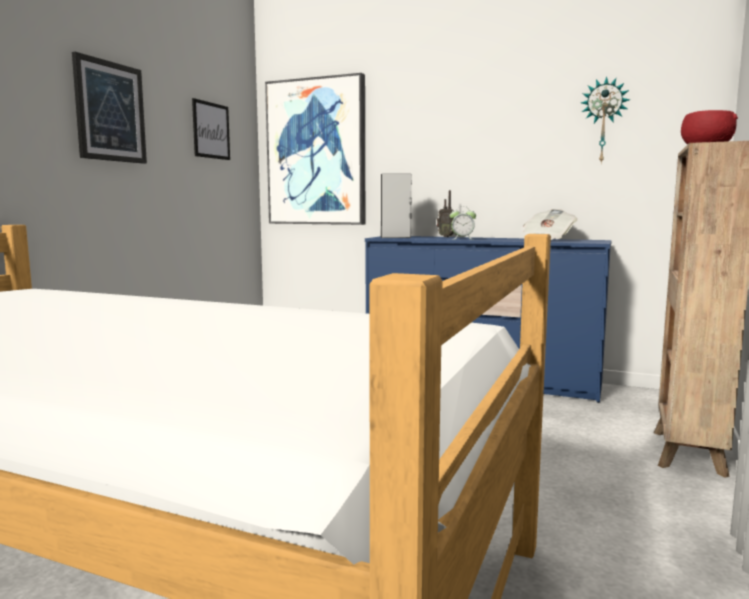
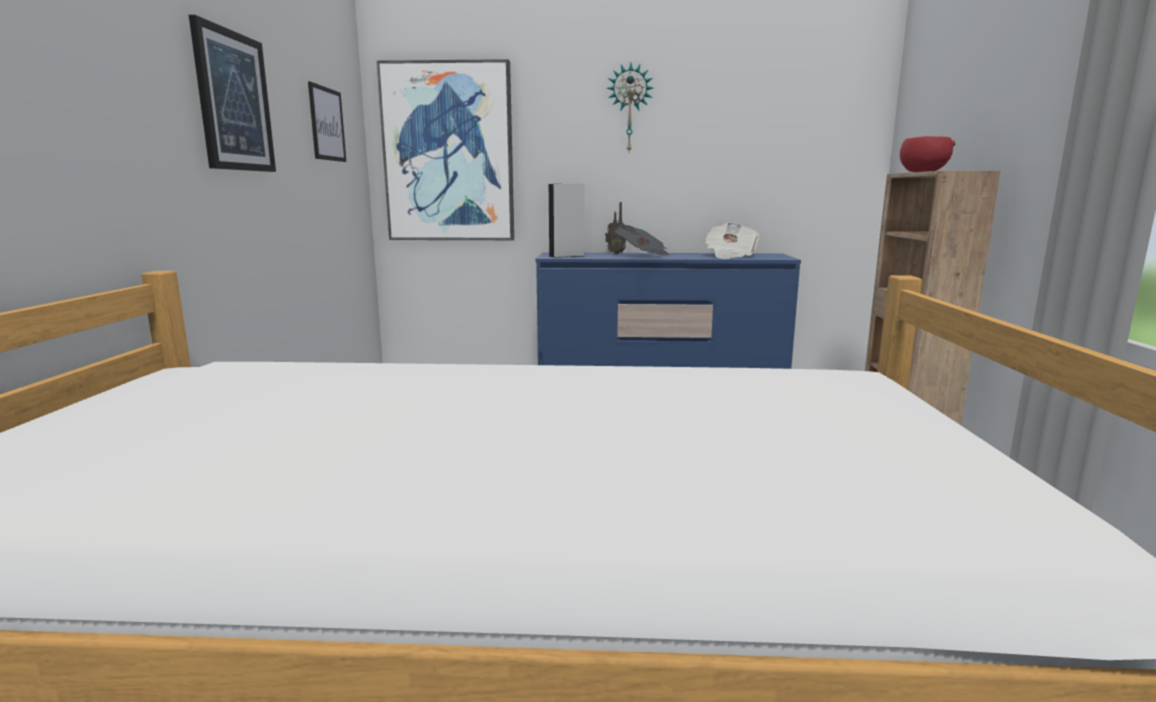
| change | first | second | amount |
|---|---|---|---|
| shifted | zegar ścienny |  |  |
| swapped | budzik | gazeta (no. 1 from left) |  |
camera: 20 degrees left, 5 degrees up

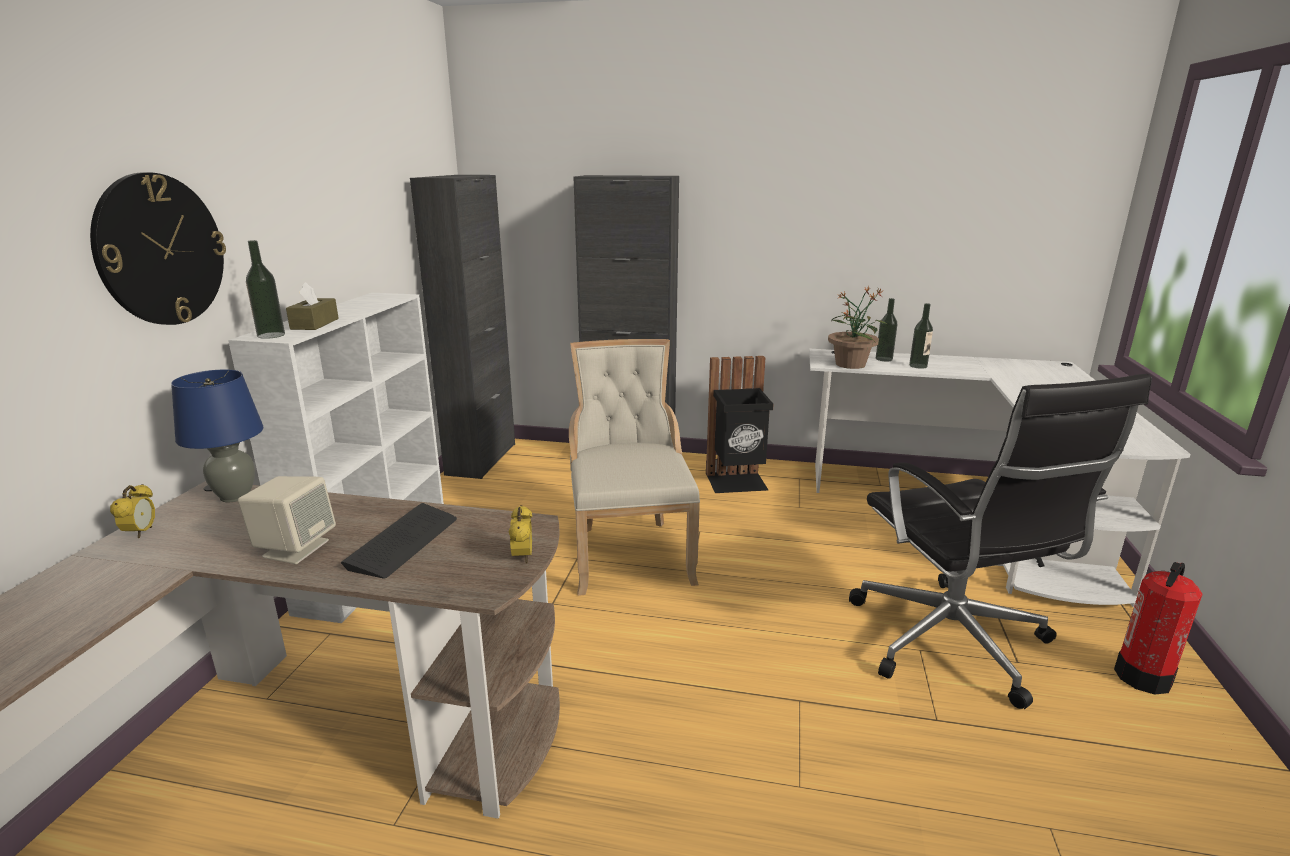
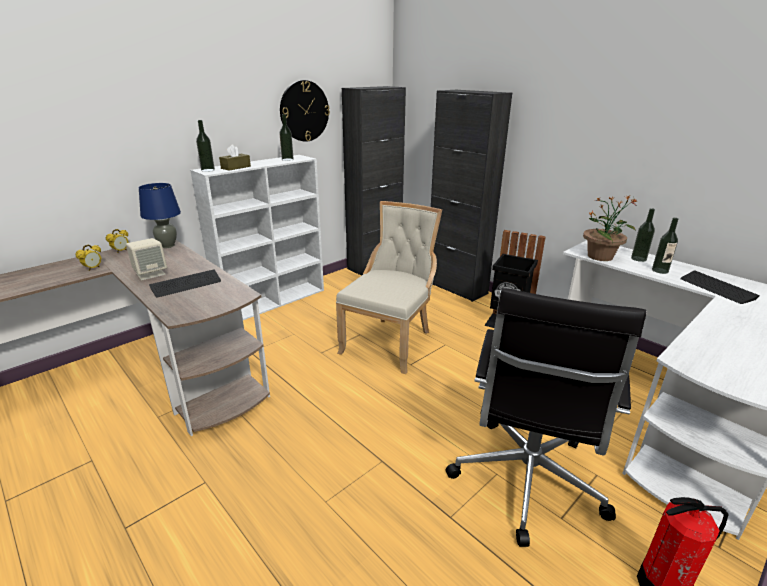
| change | first | second | amount |
|---|---|---|---|
| new |  | butelka (no. 2 from left) |  |
| new |  | klawiatura (no. 2 from left) |  |
| shifted | zegar ścienny |  |  |
| shifted | budzik (no. 2 from left in the first image) | budzik (no. 1 from left) |  |
camera: 35 degrees right, 5 degrees up

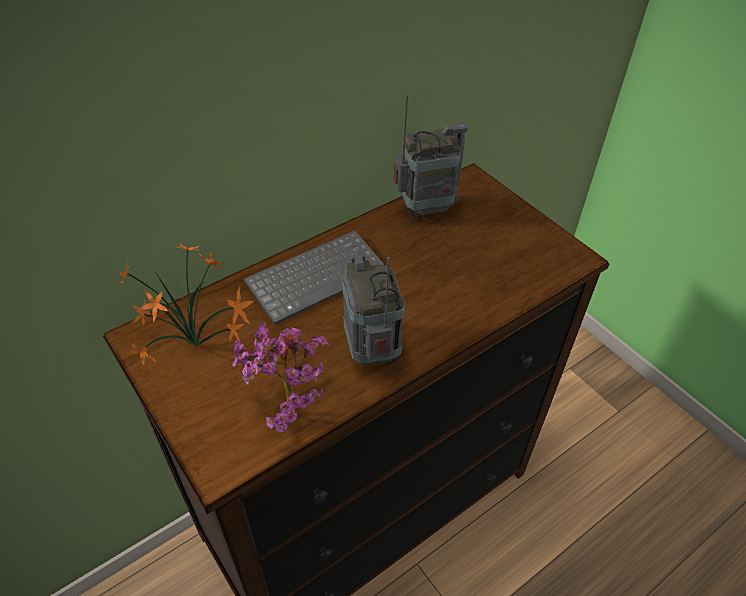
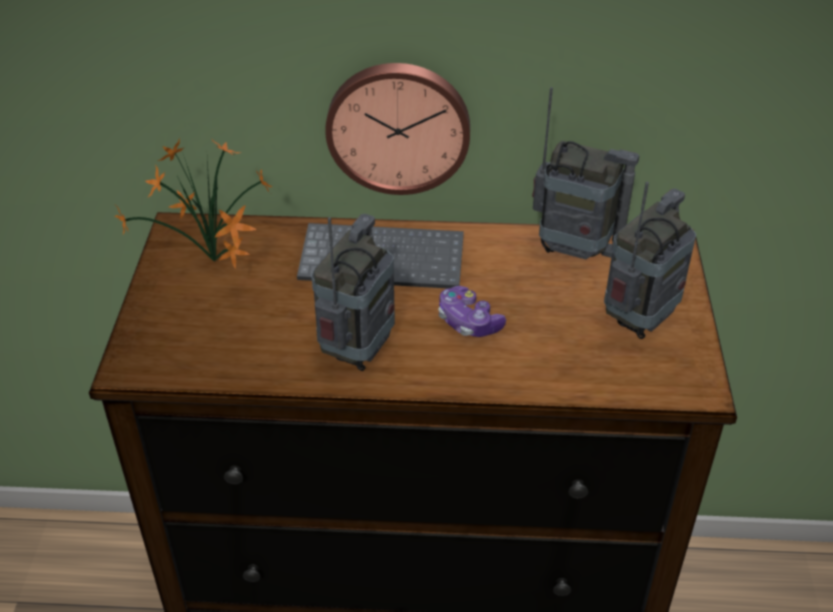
| change | first | second | amount |
|---|---|---|---|
| gone | roślina doniczkowa (no. 2 from left) |  |  |
| new |  | zegar ścienny |  |
| new |  | pad do gier |  |
| new |  | radio (no. 3 from left) |  |
camera: 40 degrees right, 5 degrees down

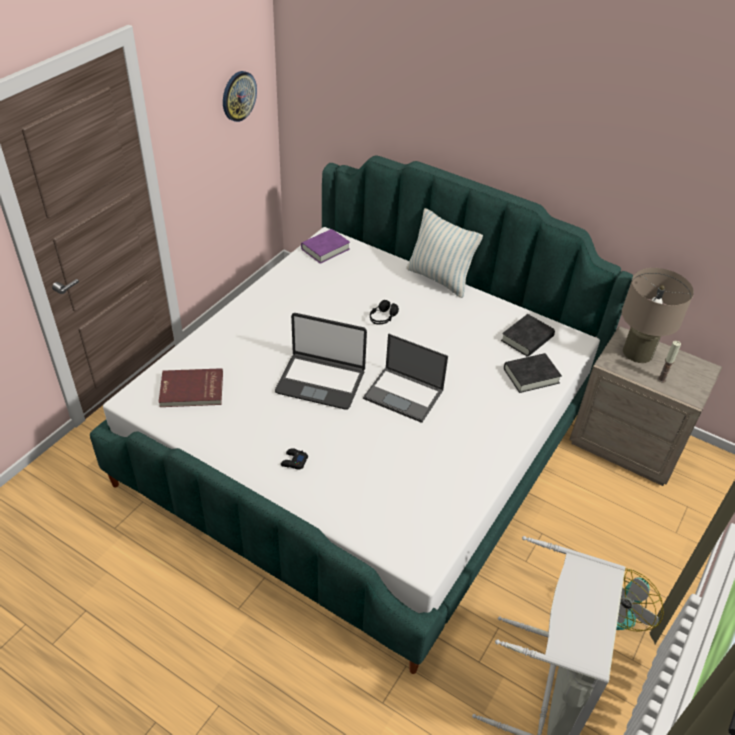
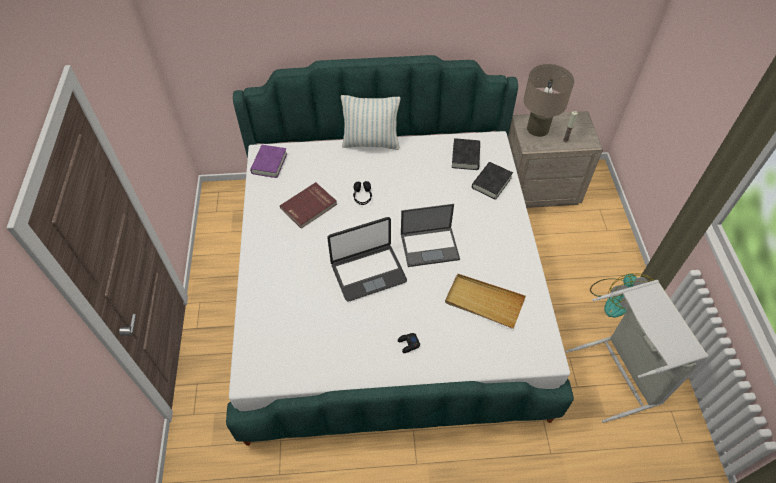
| change | first | second | amount |
|---|---|---|---|
| gone | zegar ścienny |  |  |
| new |  | taca/beżowy |  |
| shifted | książka/czerwony |  |  |
camera: 35 degrees left, 10 degrees up

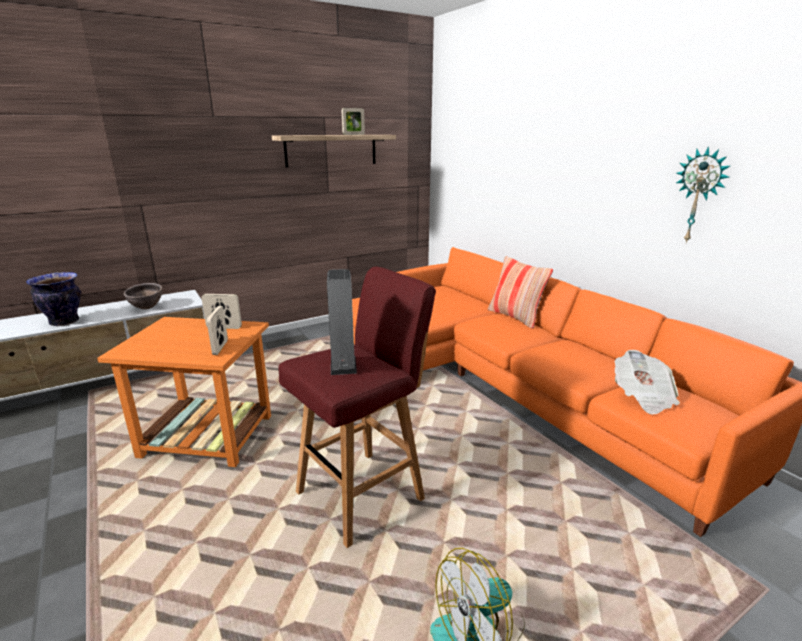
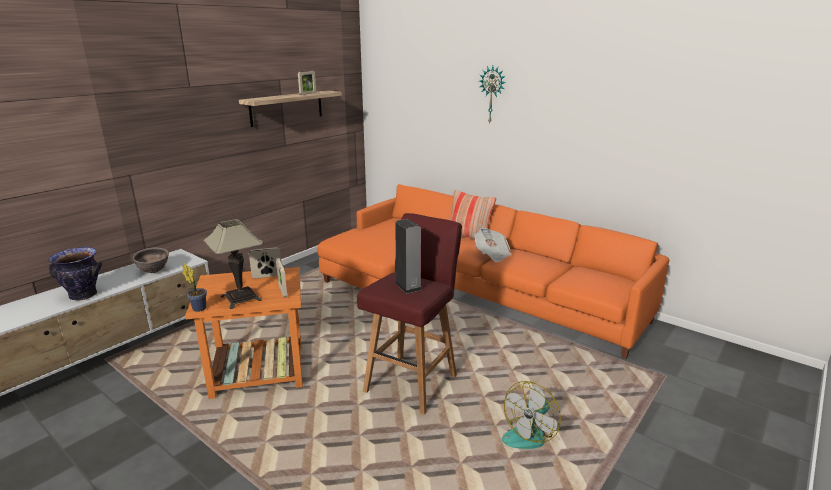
| change | first | second | amount |
|---|---|---|---|
| new |  | roślina doniczkowa |  |
| new |  | lampa stołowa |  |
| shifted | gazeta |  |  |
| shifted | zegar ścienny |  |  |
camera: 20 degrees left, 0 degrees up

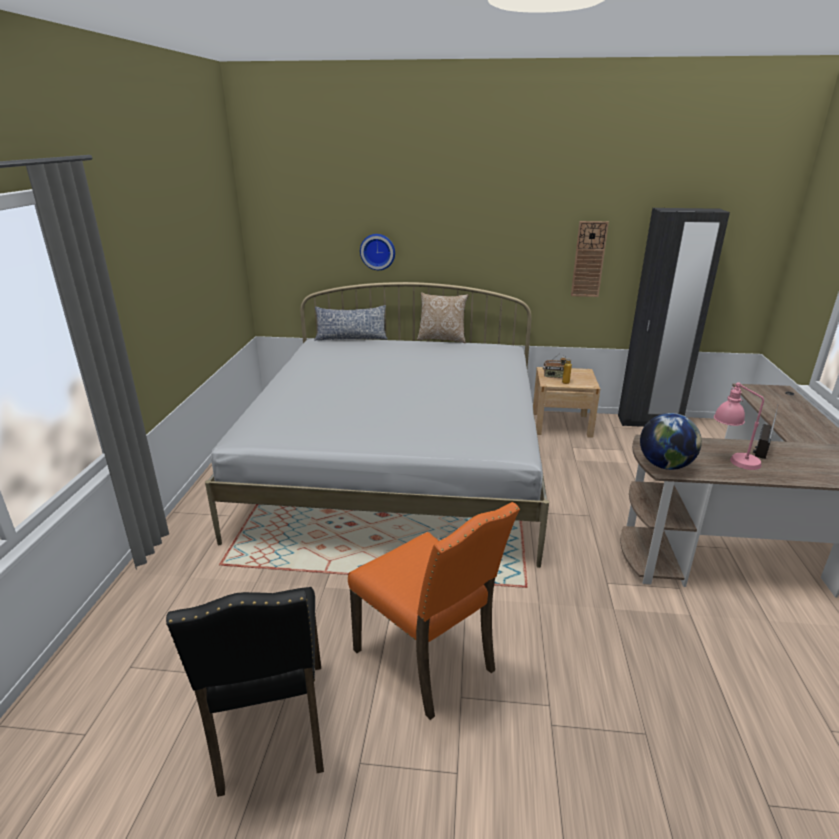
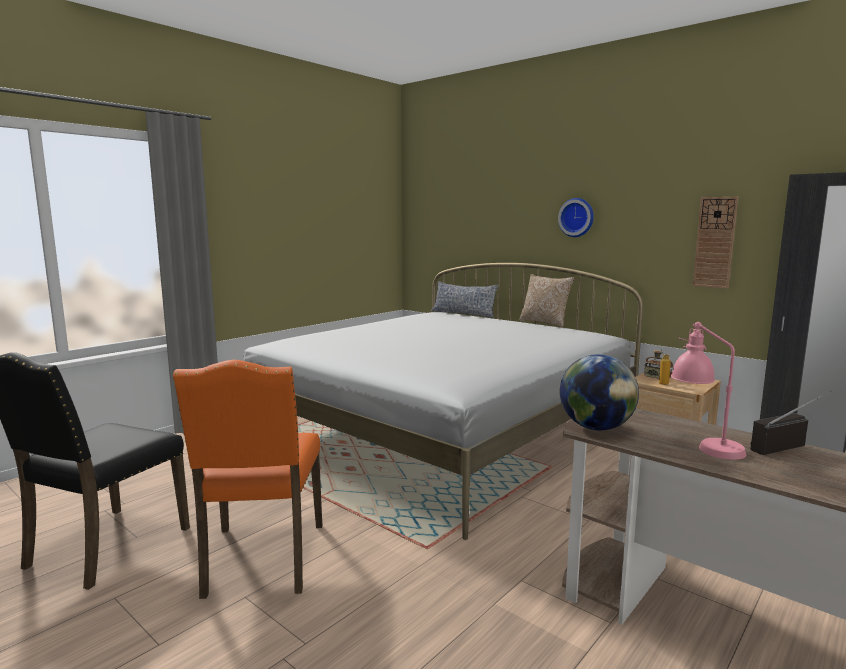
| change | first | second | amount |
|---|---|---|---|
| shifted | zegar ścienny (no. 1 from left) |  |  |
camera: 35 degrees right, 15 degrees down

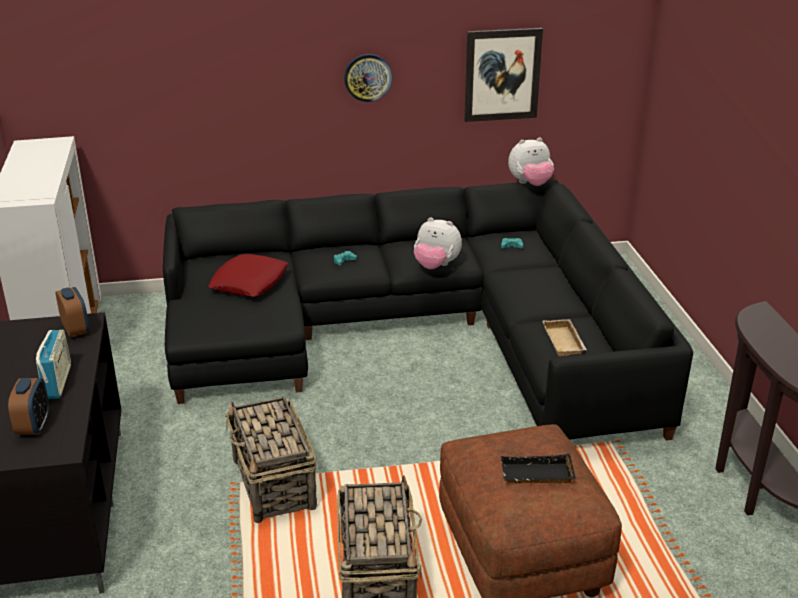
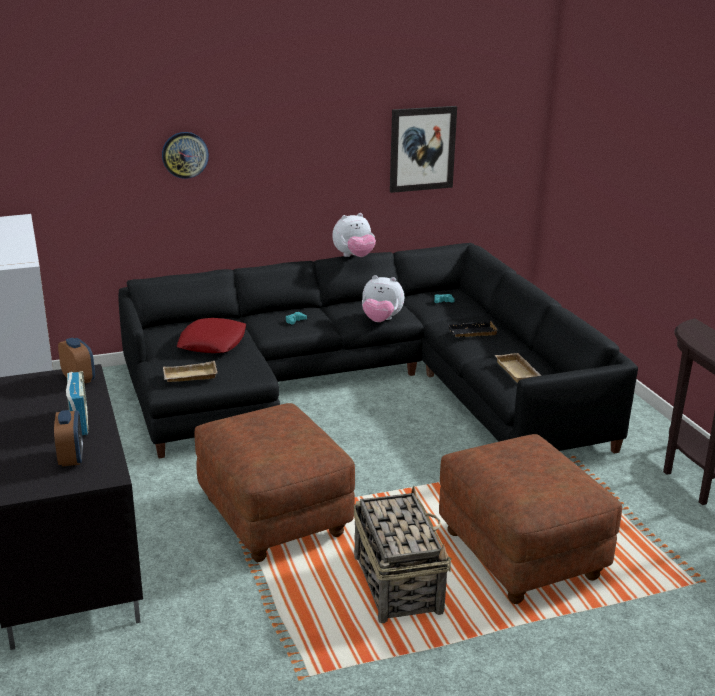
| change | first | second | amount |
|---|---|---|---|
| new |  | taca/beżowy (no. 1 from left) |  |
| shifted | zegar ścienny |  |  |
| shifted | taca/czarny |  |  |
| shifted | pluszak (no. 2 from left in the first image) | pluszak (no. 1 from left) |  |
| swapped | koszyk (no. 1 from left) | pufa/brązowy (no. 1 from left) |  |
camera: 10 degrees left, 5 degrees down

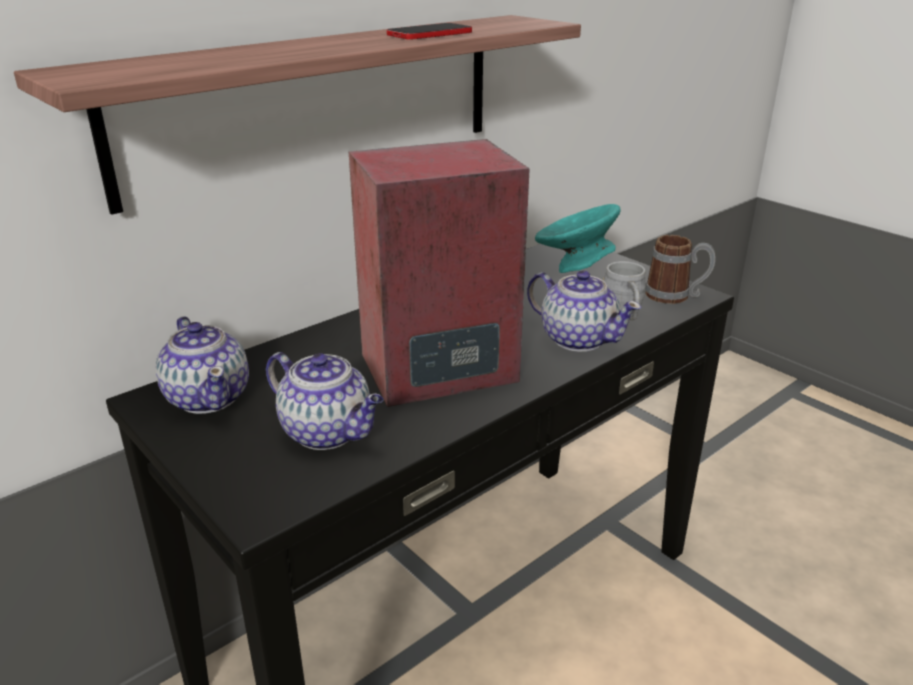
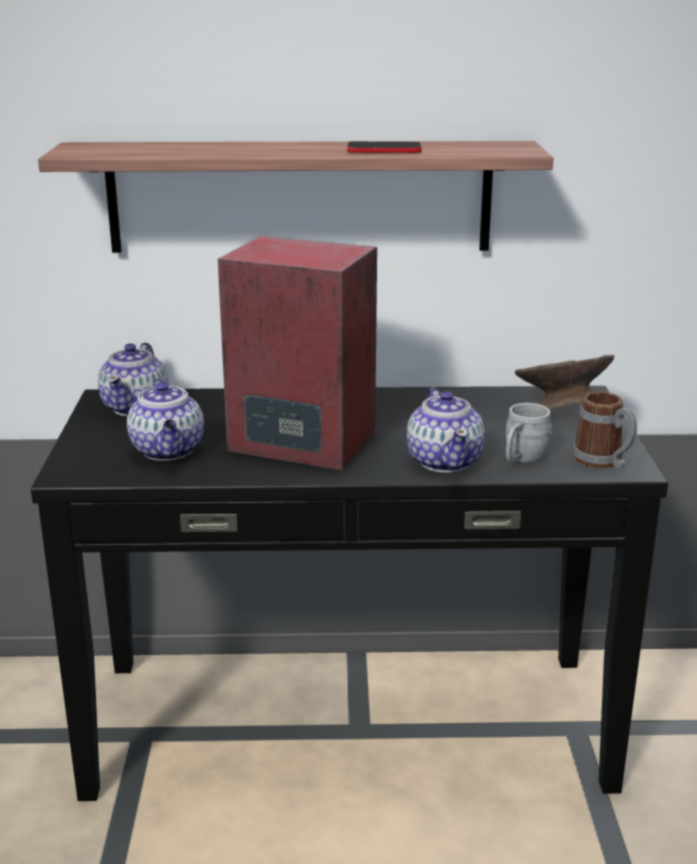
| change | first | second | amount |
|---|---|---|---|
| repainted | miska/turkusowy | miska/szary |  |
camera: 40 degrees right, 5 degrees down

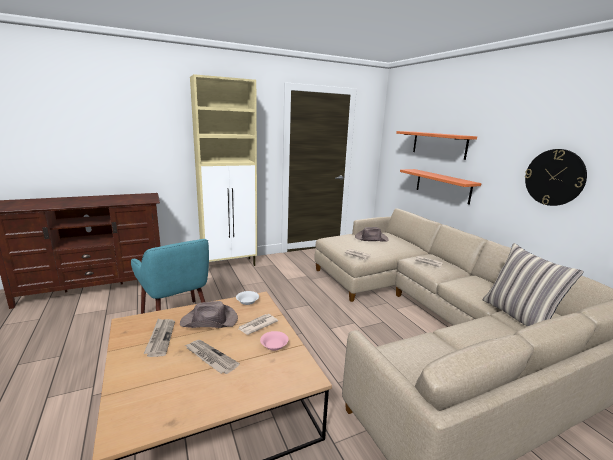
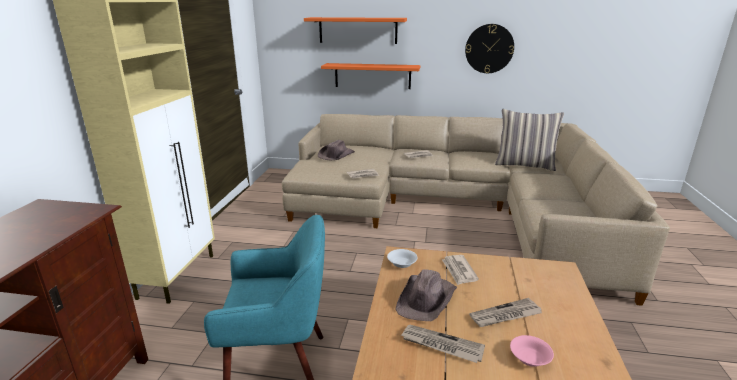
| change | first | second | amount |
|---|---|---|---|
| shifted | miska/różowy |  |  |
camera: 55 degrees left, 5 degrees up

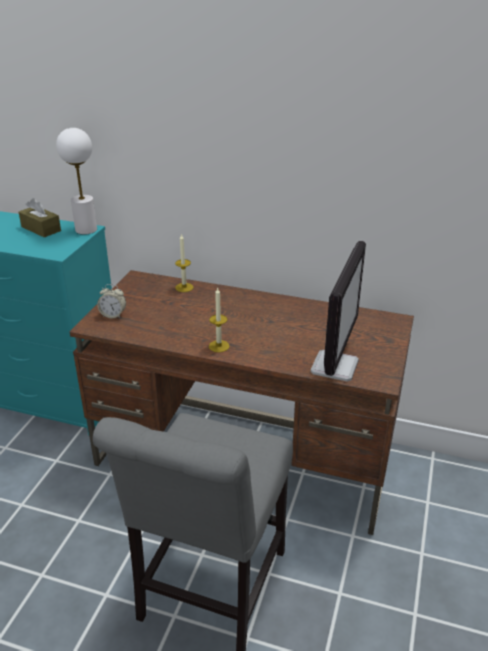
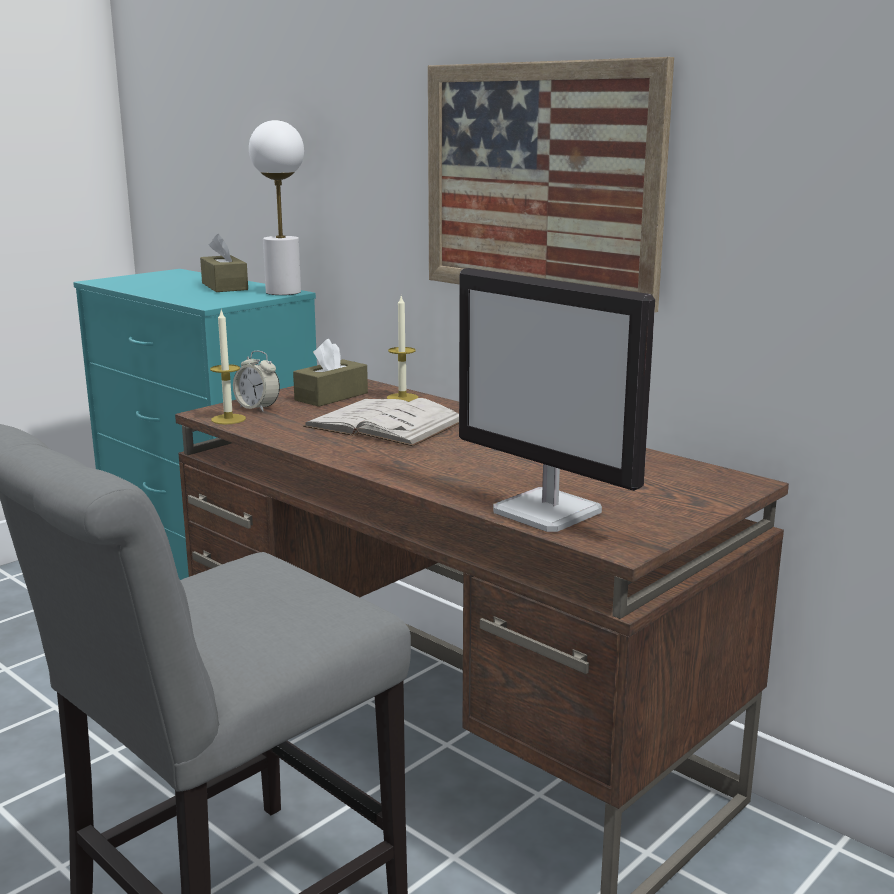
| change | first | second | amount |
|---|---|---|---|
| new |  | pudełko chusteczek/brązowy (no. 2 from left) |  |
| new |  | książka/biały |  |
| new |  | obraz |  |
| shifted | świeca (no. 2 from left in the first image) | świeca (no. 1 from left) |  |
| rotated | monitor |  | 90 degrees clockwise |
camera: 25 degrees right, 15 degrees down

